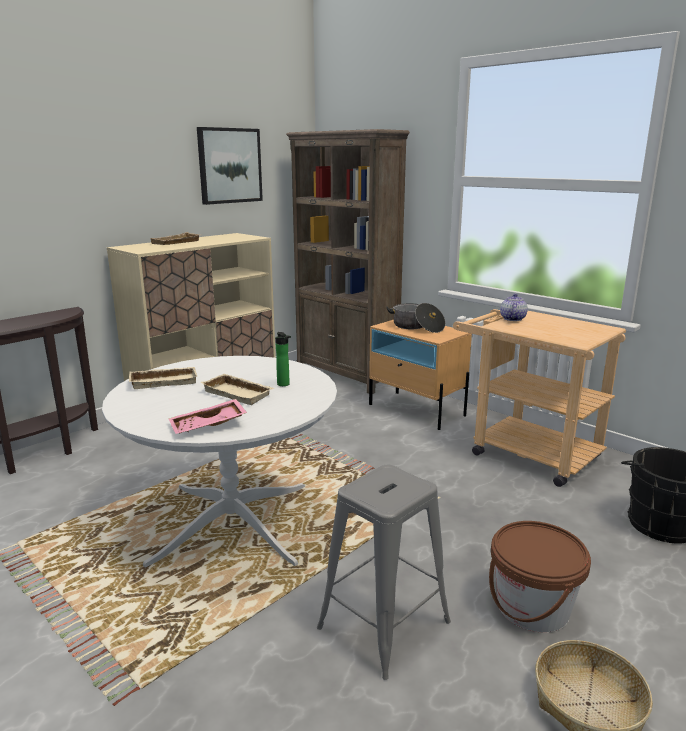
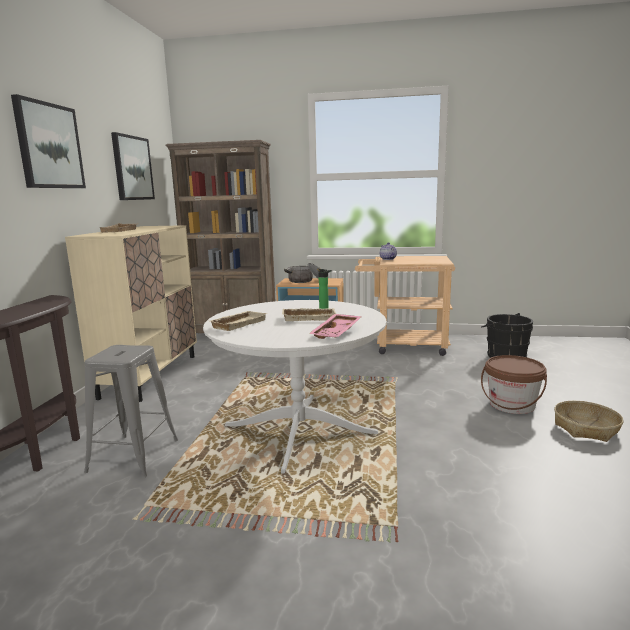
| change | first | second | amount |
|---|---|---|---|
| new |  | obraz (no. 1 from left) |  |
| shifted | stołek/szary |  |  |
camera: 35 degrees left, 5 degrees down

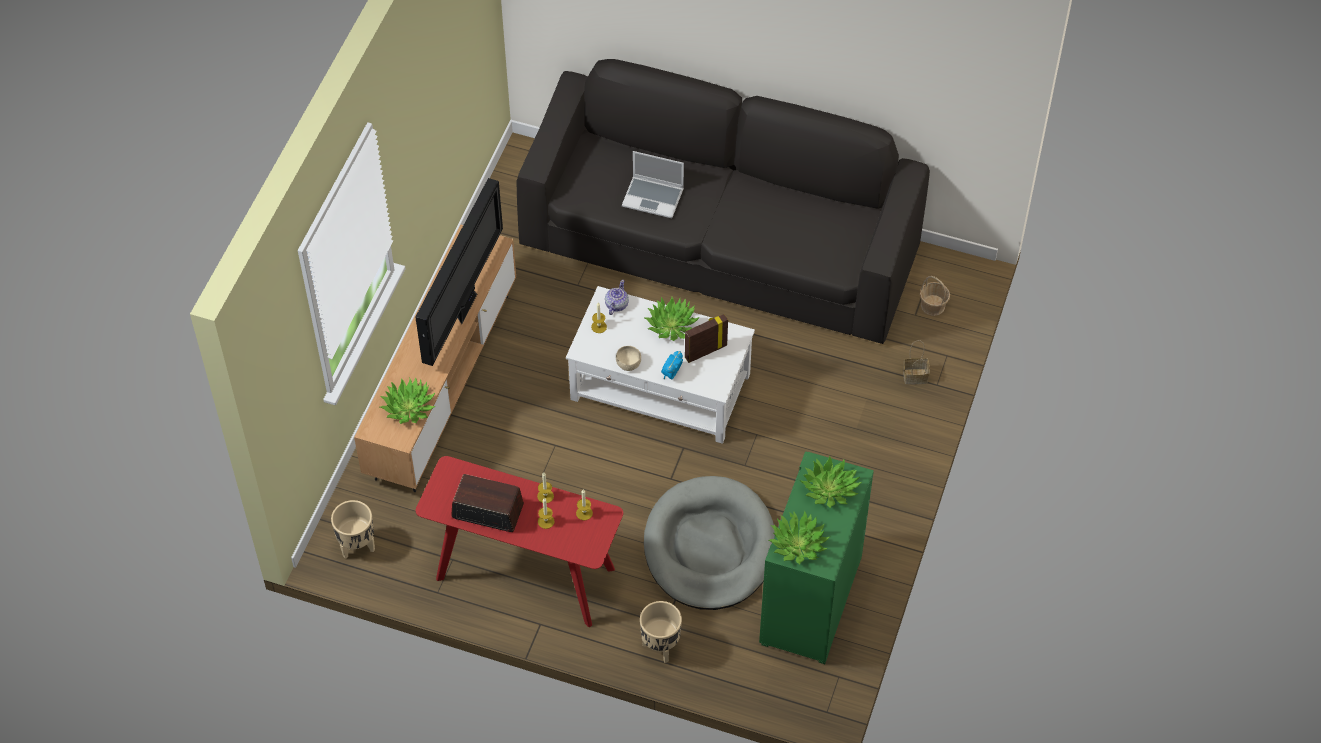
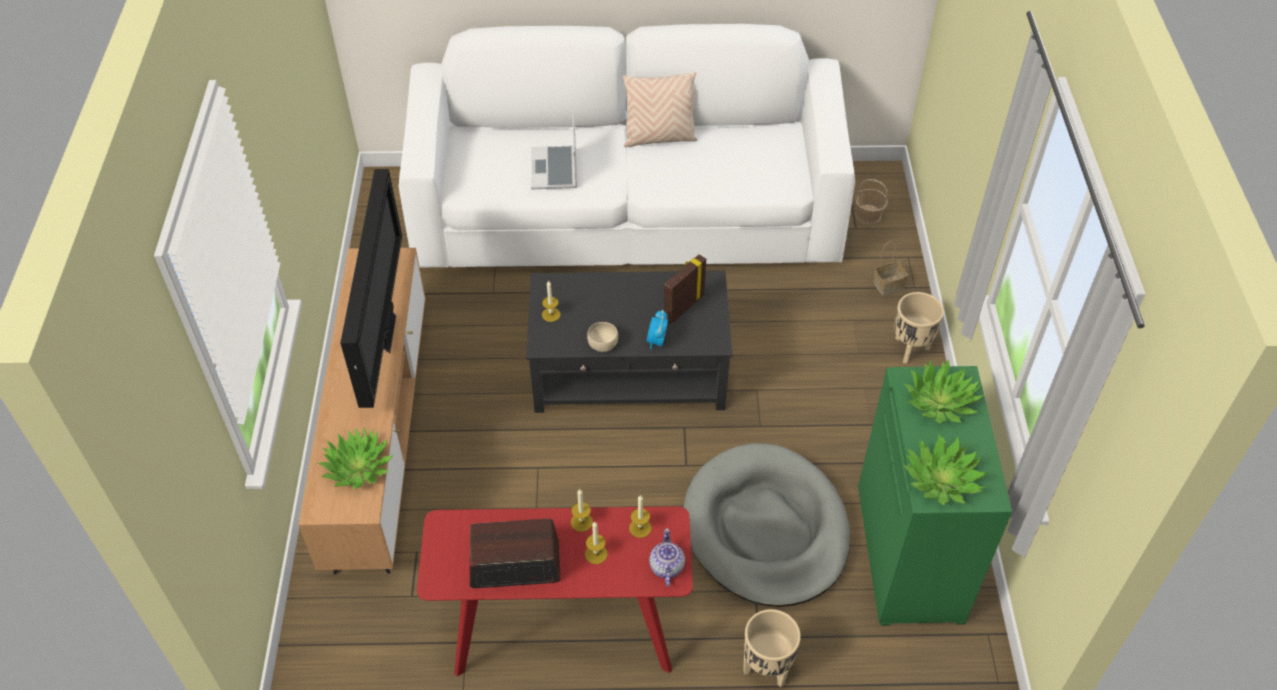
| change | first | second | amount |
|---|---|---|---|
| gone | roślina doniczkowa (no. 2 from left) |  |  |
| new |  | poduszka/beżowy |  |
| shifted | donica/beżowy (no. 1 from left in the first image) | donica/beżowy (no. 2 from left) |  |
| shifted | imbryk |  |  |
| repainted | kanapa/czarny | kanapa/biały |  |
| repainted | ława/biały | ława/czarny |  |
| rotated | laptop |  | 90 degrees clockwise |
camera: 20 degrees left, 5 degrees down

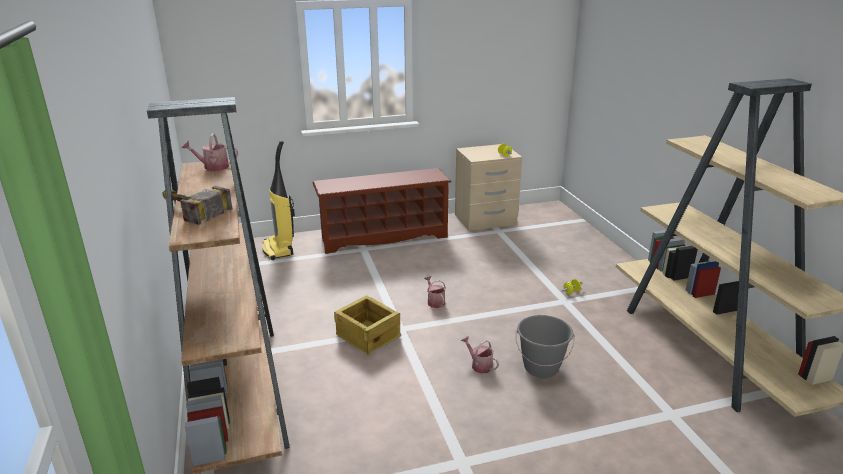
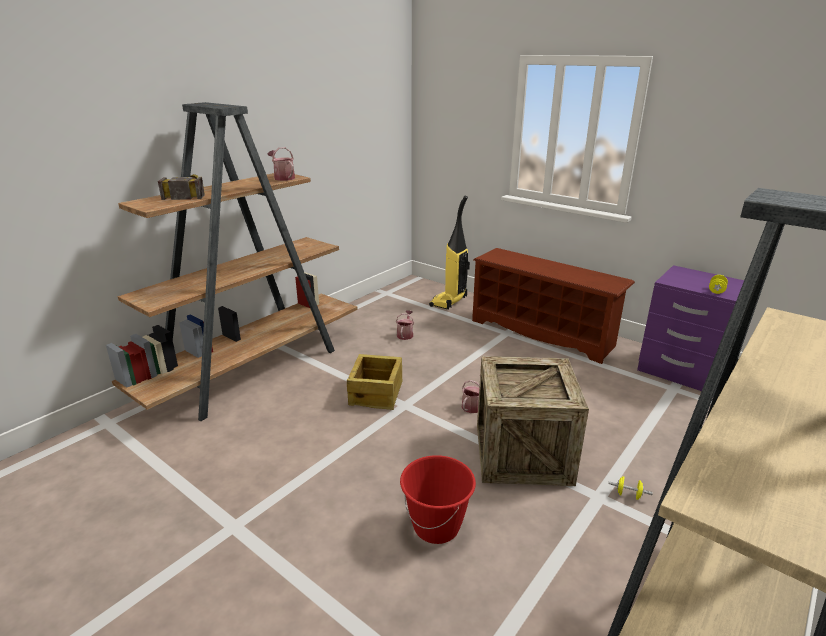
| change | first | second | amount |
|---|---|---|---|
| new |  | skrzynka (no. 2 from left) |  |
| shifted | konewka (no. 3 from left in the first image) | konewka (no. 2 from left) |  |
| repainted | szafka nocna/beżowy | szafka nocna/fioletowy |  |
| repainted | wiadro/szary | wiadro/czerwony |  |
camera: 55 degrees right, 0 degrees up

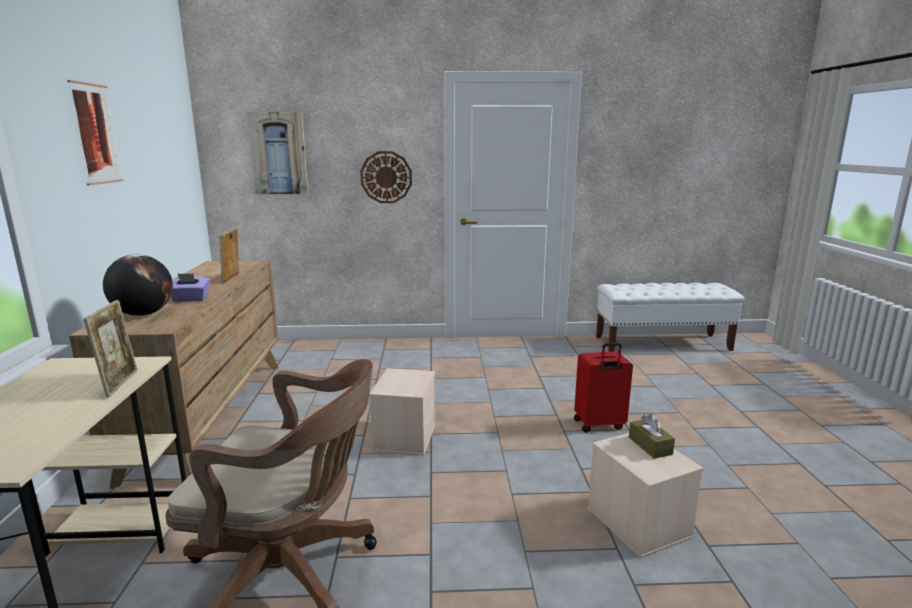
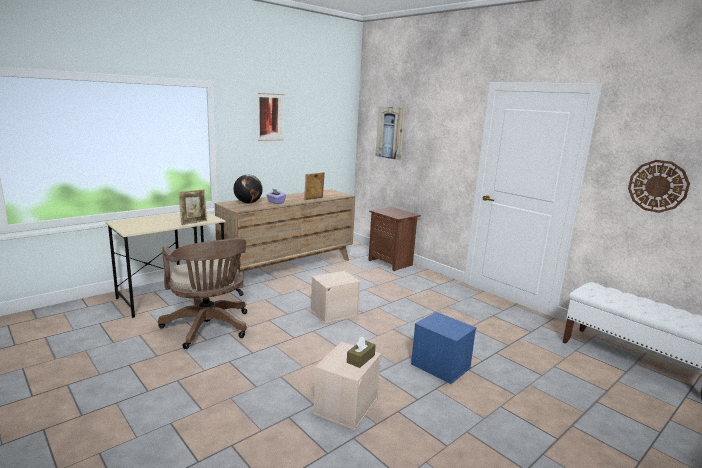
| change | first | second | amount |
|---|---|---|---|
| new |  | szafka nocna/brązowy |  |
| shifted | zegar ścienny |  |  |
| swapped | walizka/czerwony | pojemnik do przechowywania/niebieski |  |
camera: 50 degrees right, 0 degrees up

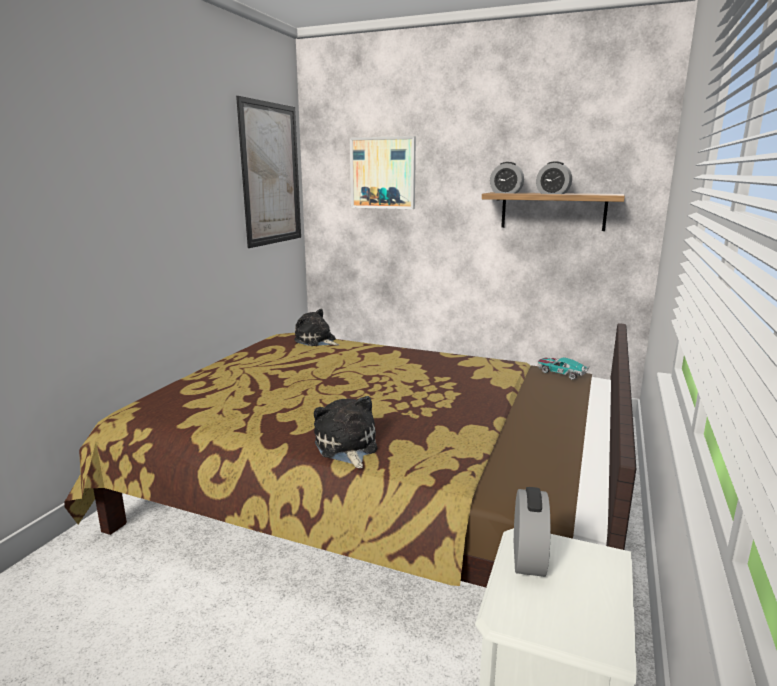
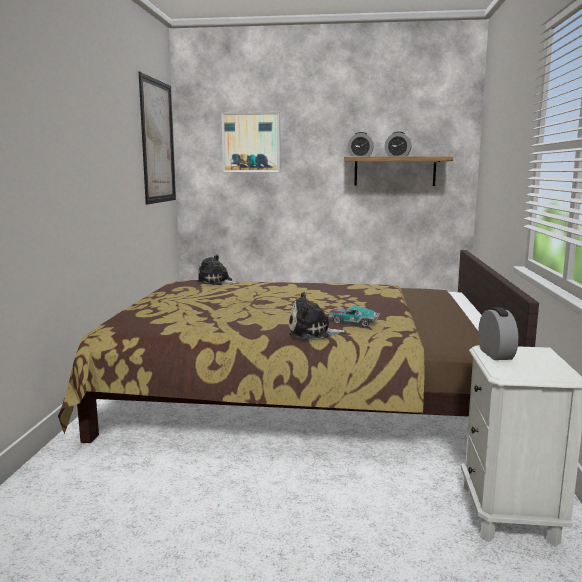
| change | first | second | amount |
|---|---|---|---|
| shifted | samochodzik |  |  |
| rotated | pluszak (no. 2 from left) |  | 60 degrees counterclockwise |
camera: 15 degrees left, 5 degrees down

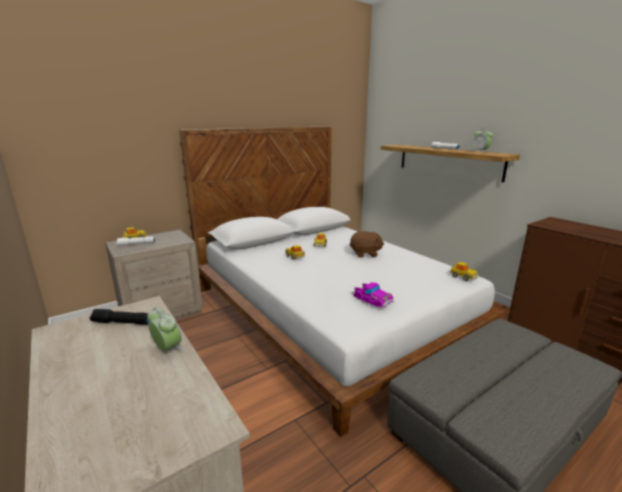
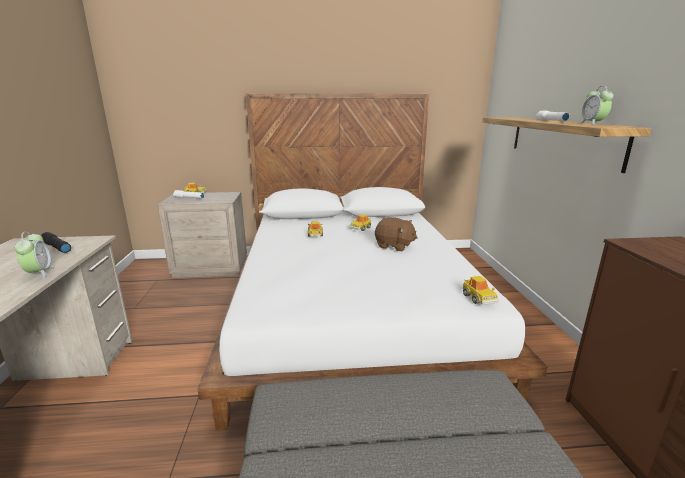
| change | first | second | amount |
|---|---|---|---|
| gone | samochodzik (no. 4 from left) |  |  |
camera: 30 degrees right, 0 degrees up

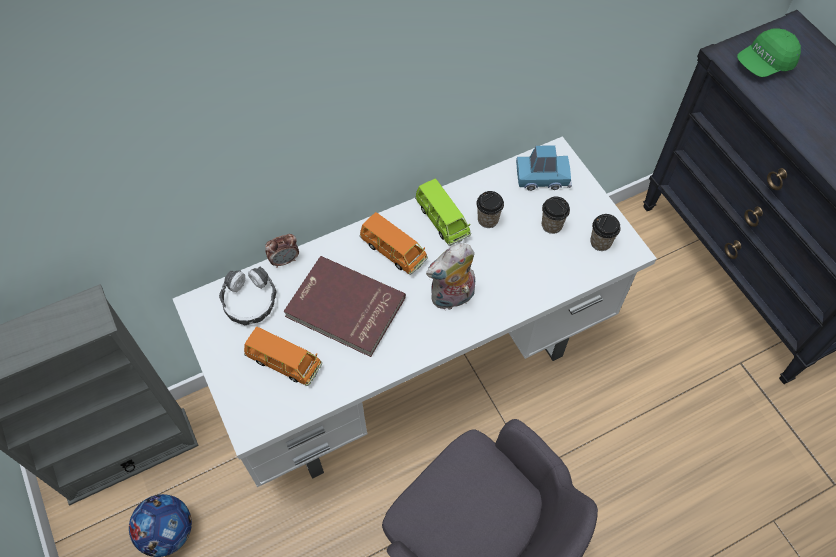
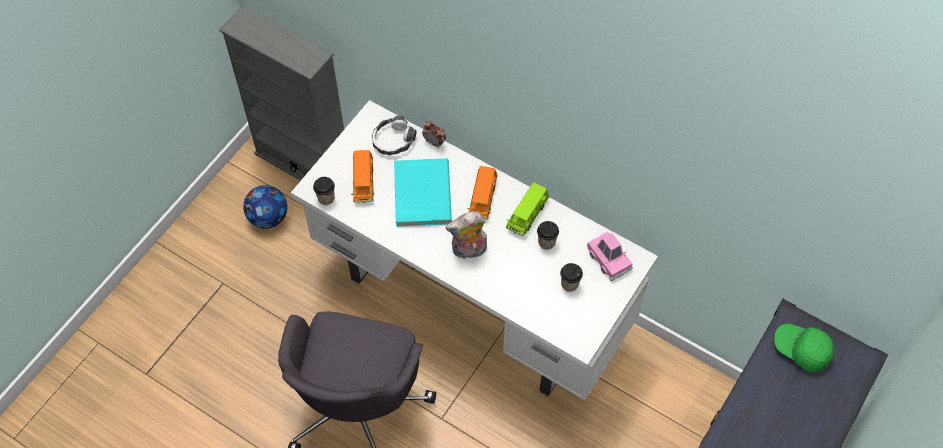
| change | first | second | amount |
|---|---|---|---|
| shifted | filiżanka (no. 3 from left in the first image) | filiżanka (no. 1 from left) |  |
| repainted | książka/czerwony | książka/turkusowy |  |
| repainted | samochodzik/niebieski | samochodzik/różowy |  |
| rotated | pluszak |  | 45 degrees counterclockwise |
camera: 60 degrees right, 0 degrees up

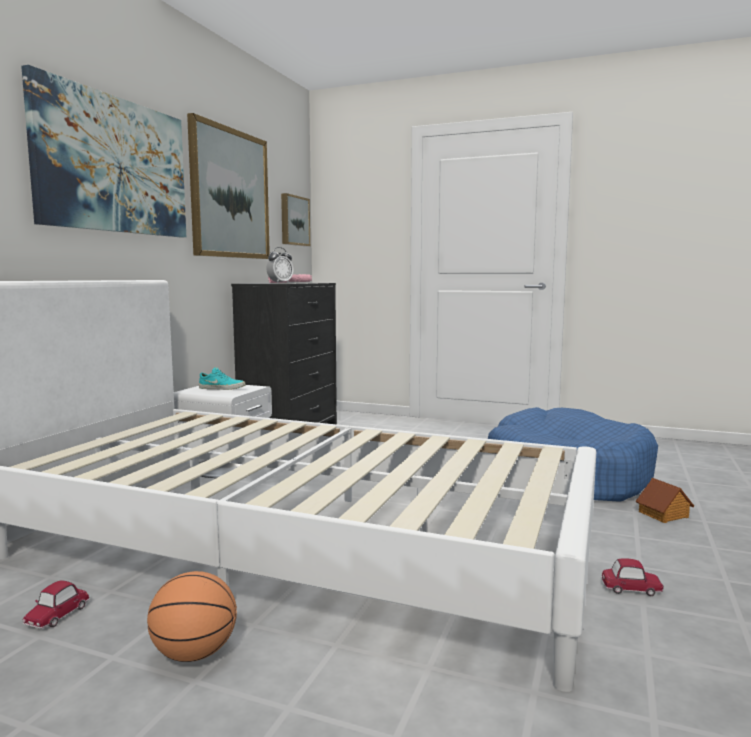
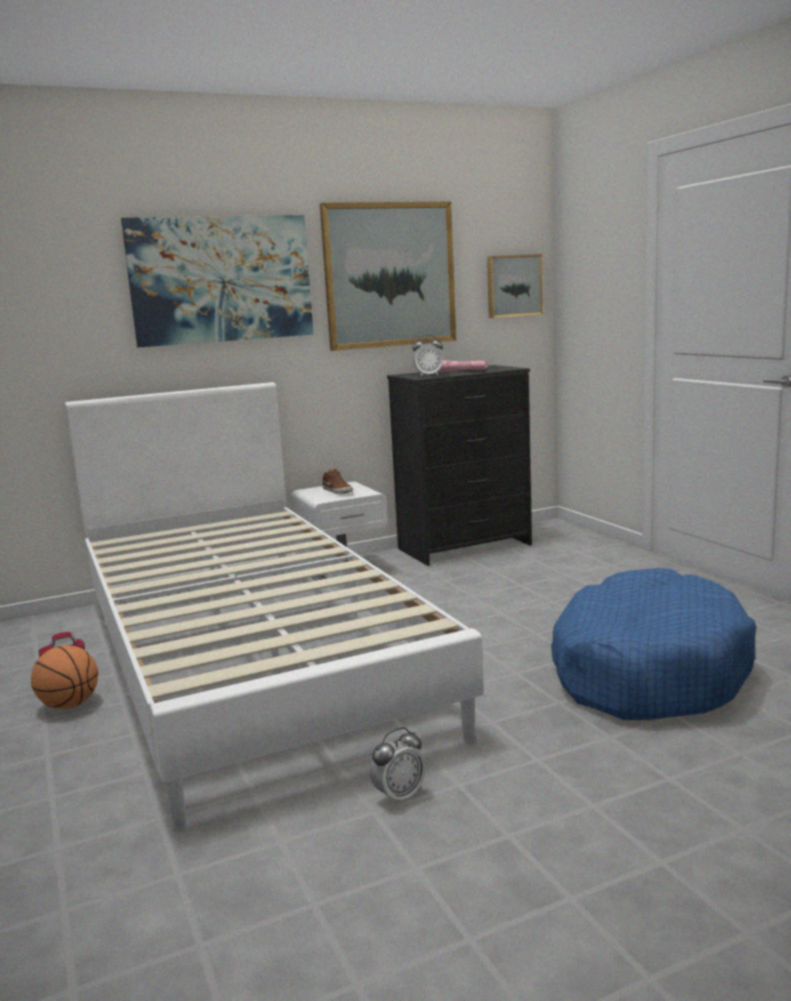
| change | first | second | amount |
|---|---|---|---|
| gone | domek |  |  |
| swapped | samochodzik (no. 2 from left) | budzik (no. 1 from left) |  |
| repainted | but/turkusowy | but/brązowy |  |
camera: 45 degrees right, 5 degrees up

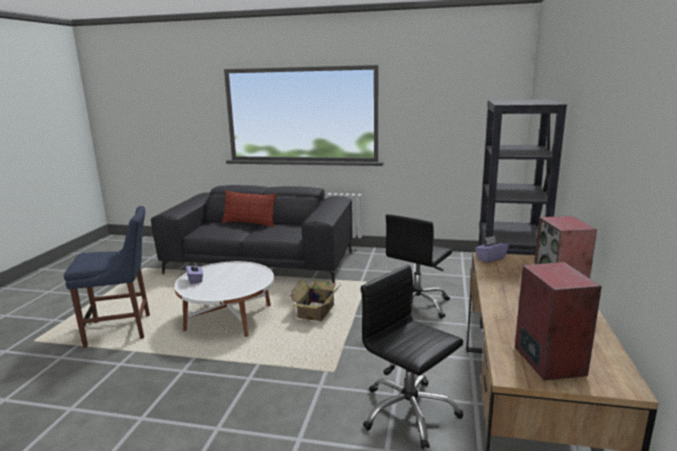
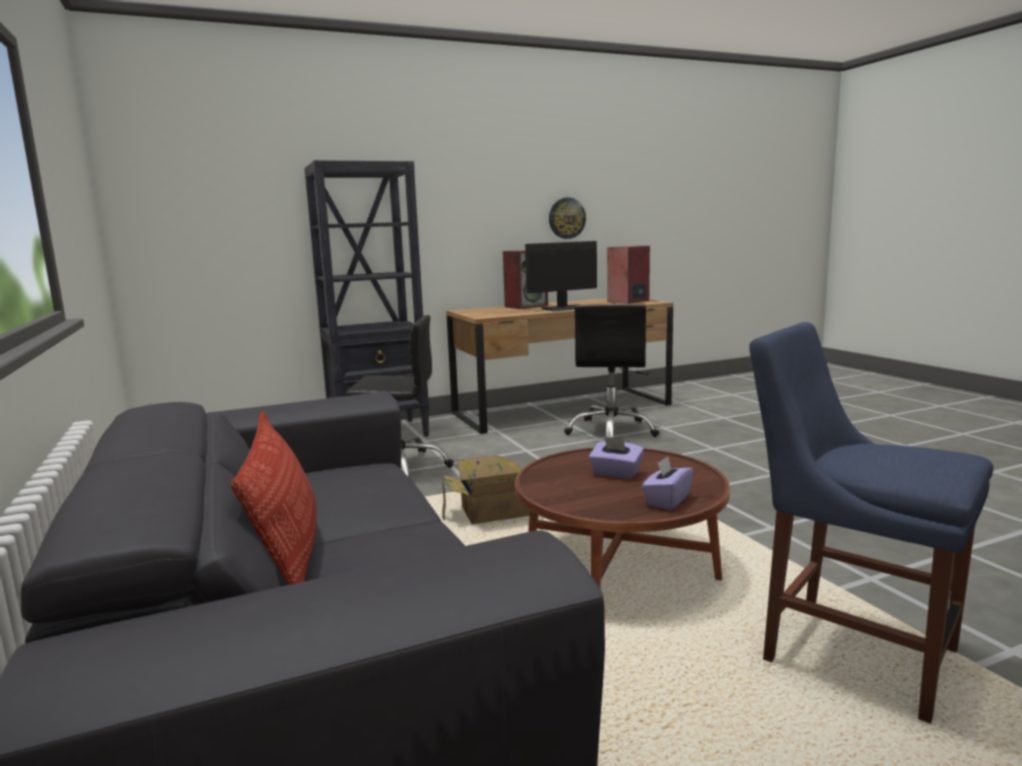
| change | first | second | amount |
|---|---|---|---|
| new |  | monitor |  |
| new |  | zegar ścienny |  |
| shifted | pudełko chusteczek/fioletowy (no. 2 from left in the first image) | pudełko chusteczek/fioletowy (no. 1 from left) |  |
| repainted | ława/biały | ława/brązowy |  |
camera: 125 degrees left, 5 degrees down

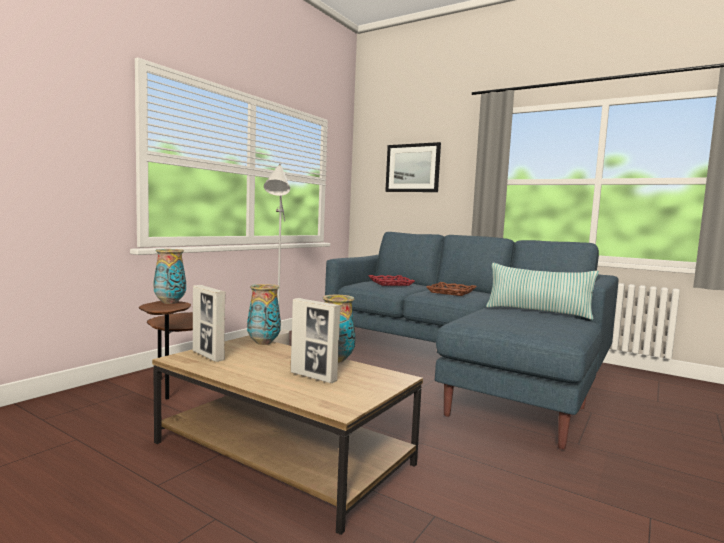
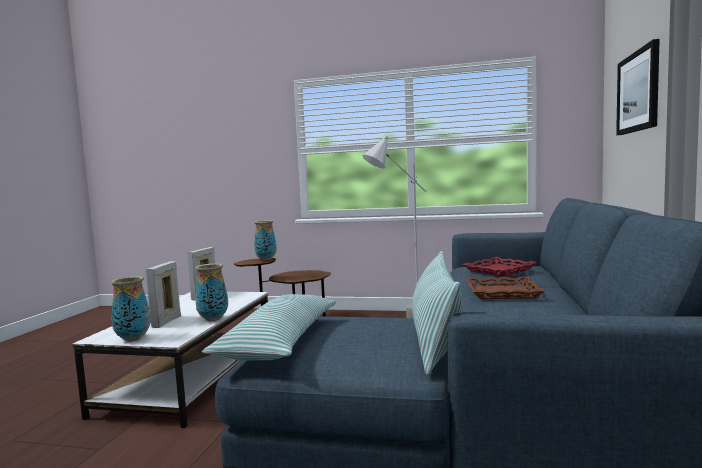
| change | first | second | amount |
|---|---|---|---|
| new |  | poduszka (no. 1 from left) |  |
| shifted | wazon (no. 2 from left in the first image) | wazon (no. 1 from left) |  |
| repainted | ława/brązowy | ława/biały |  |
camera: 70 degrees right, 0 degrees up

